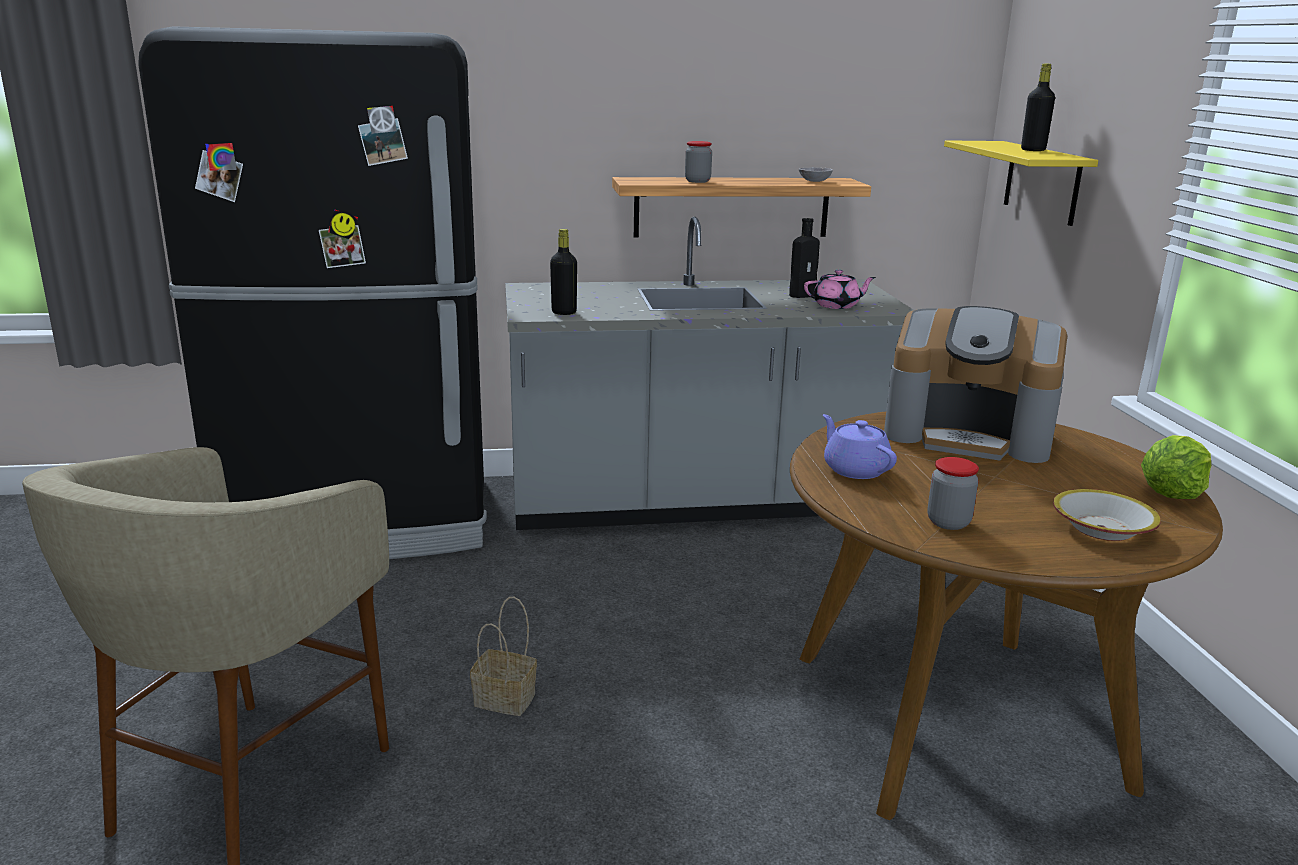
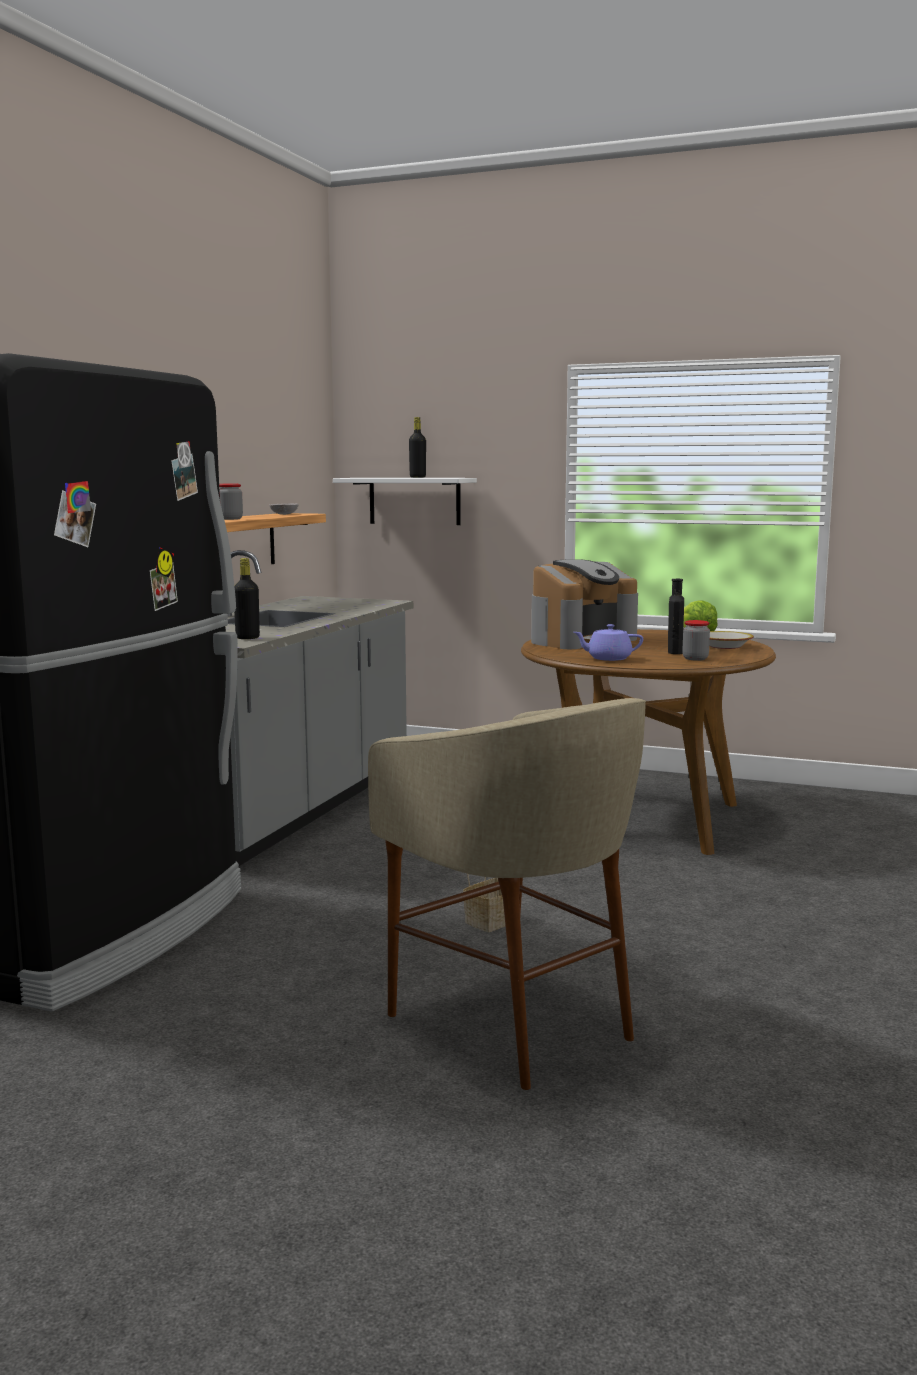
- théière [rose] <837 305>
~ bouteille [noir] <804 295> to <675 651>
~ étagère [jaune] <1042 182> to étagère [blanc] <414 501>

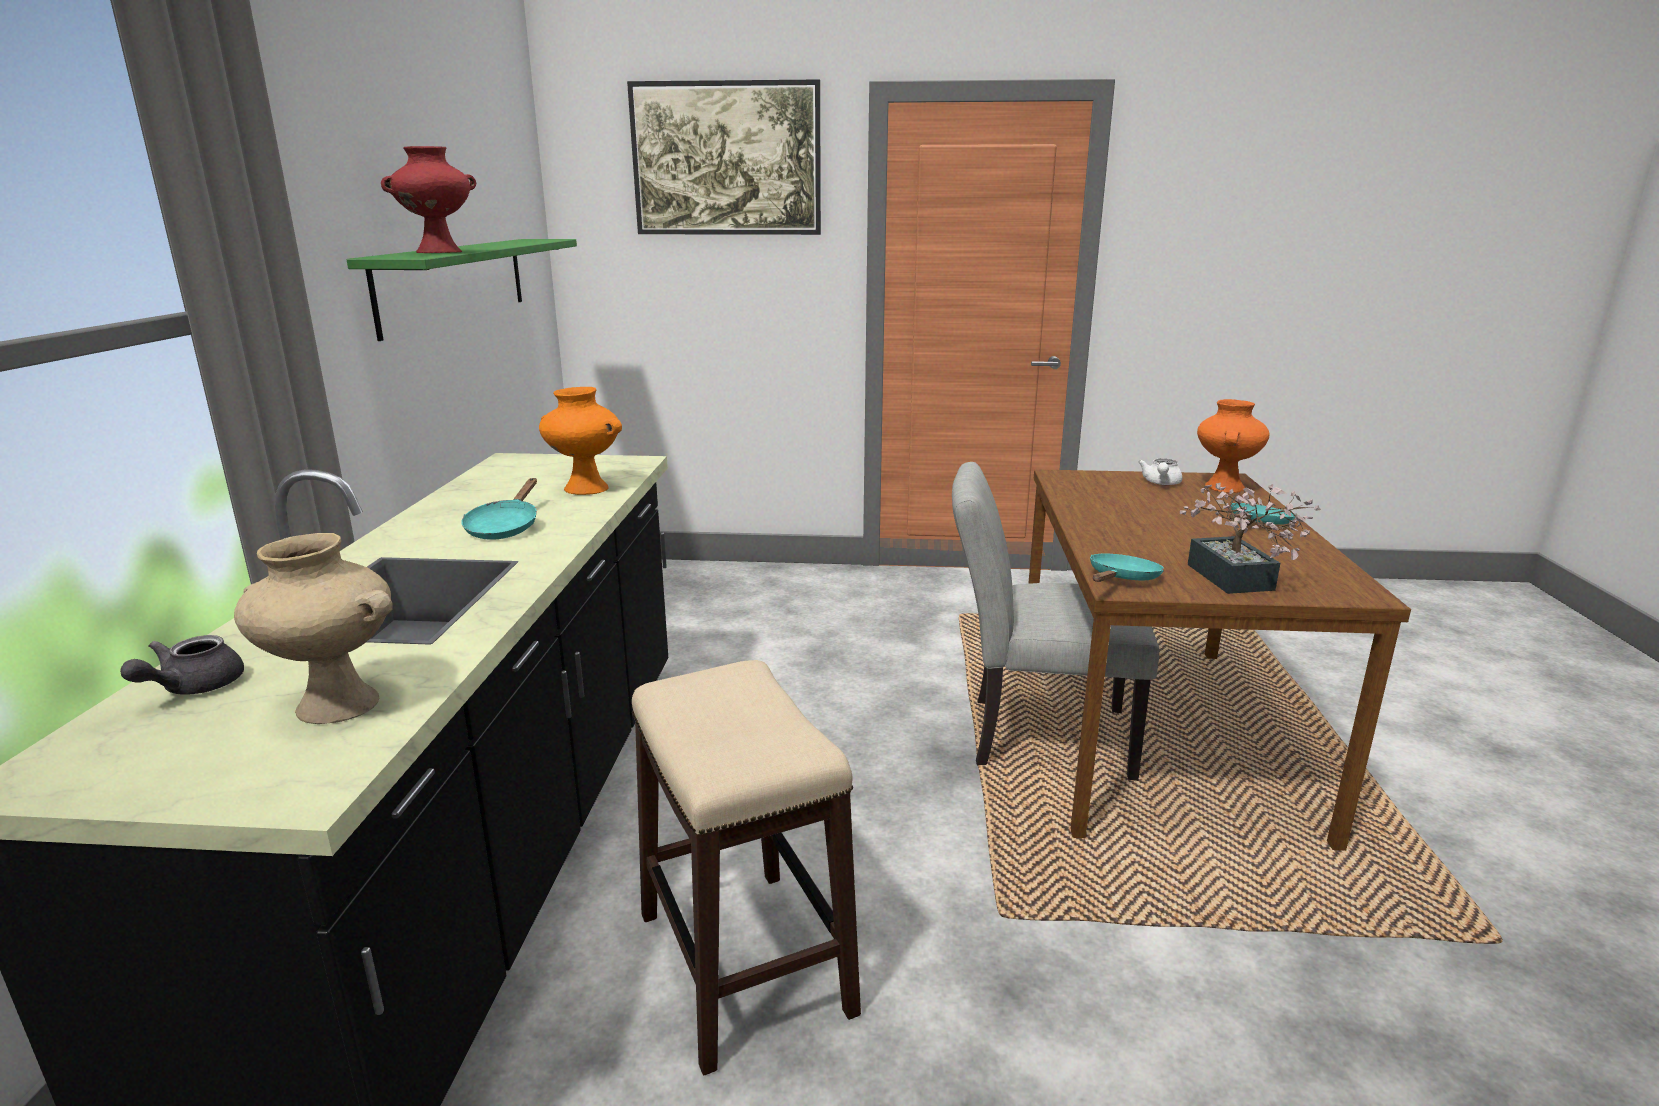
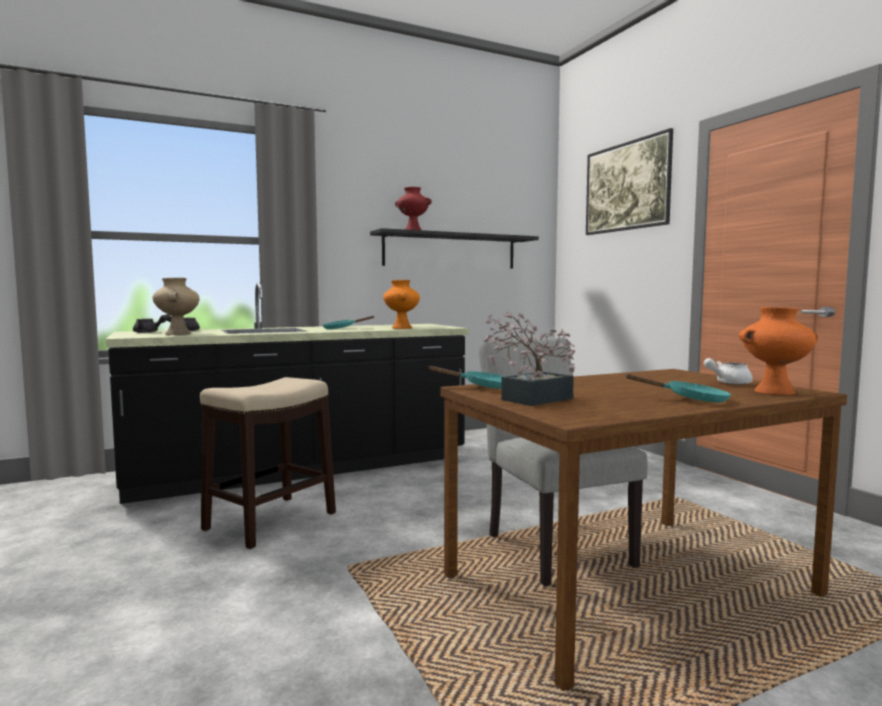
+ théière [gris] <148 332>
~ étagère [vert] <455 283> to étagère [noir] <450 251>

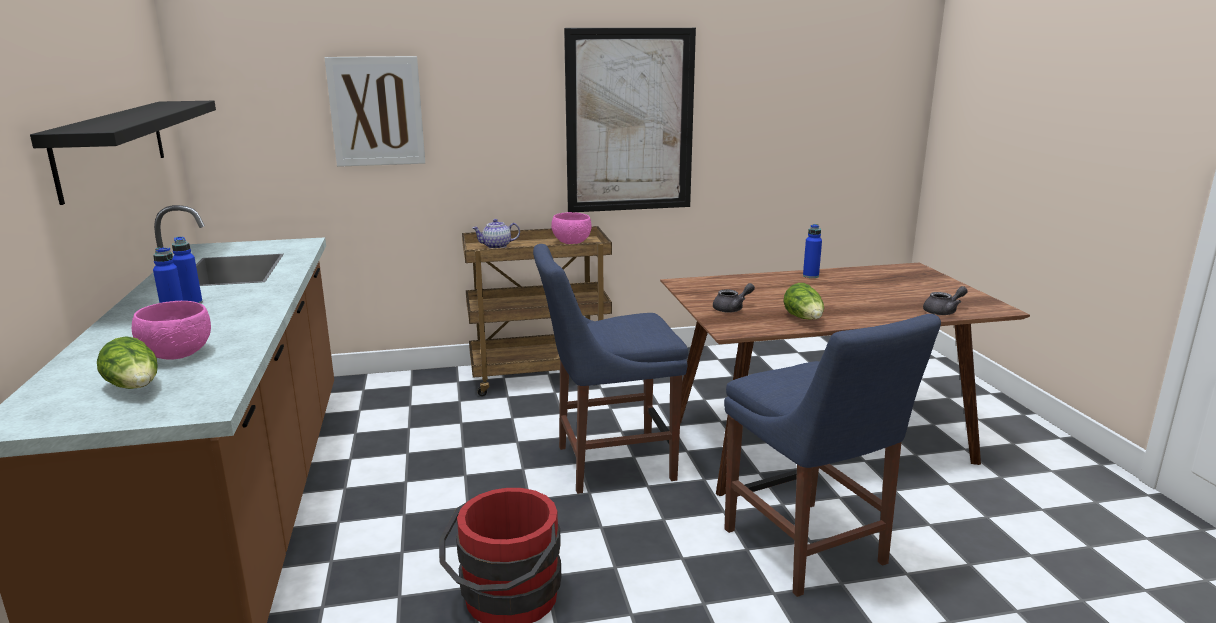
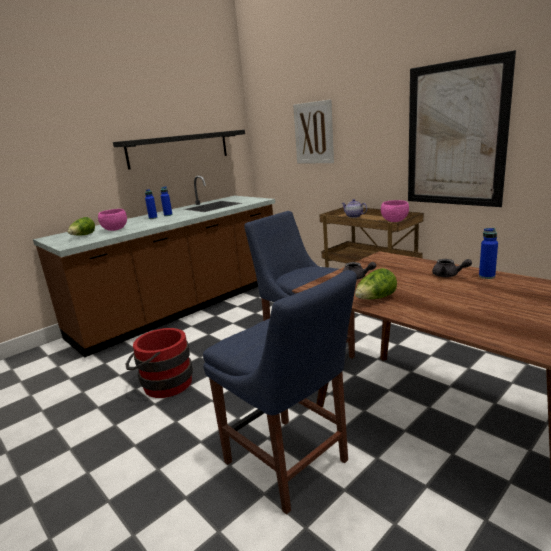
~ théière [gris] <943 312> to <448 275>
~ chaise [bleu] <808 550> = <289 465> 75 degrees counterclockwise

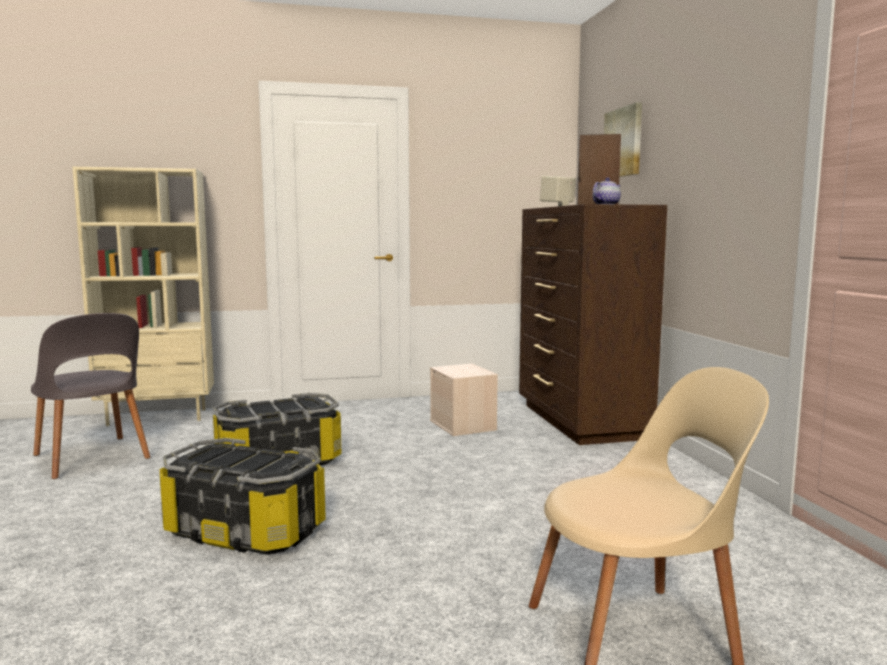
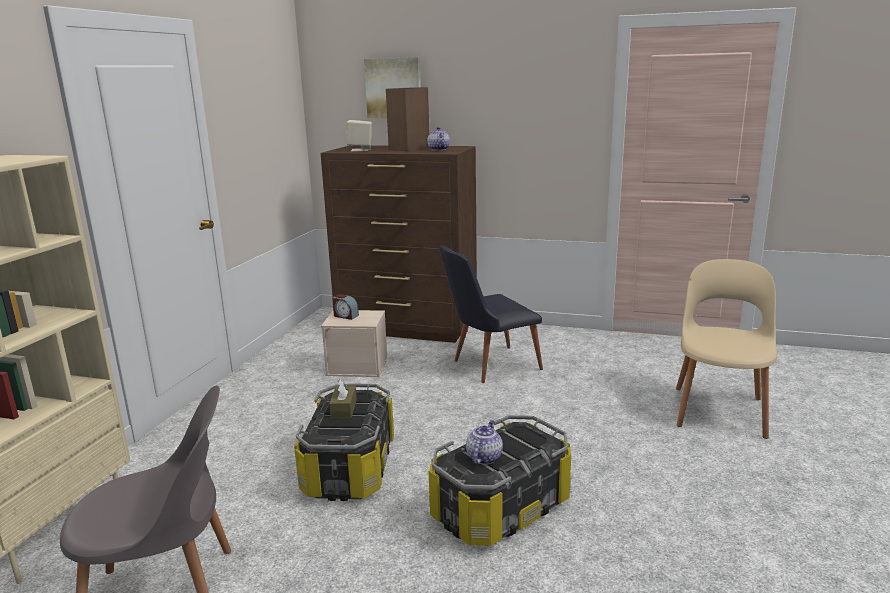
+ boîte à mouchoirs [marron] <344 409>
+ réveil <345 316>
+ chaise [noir] <488 366>
+ théière <484 457>

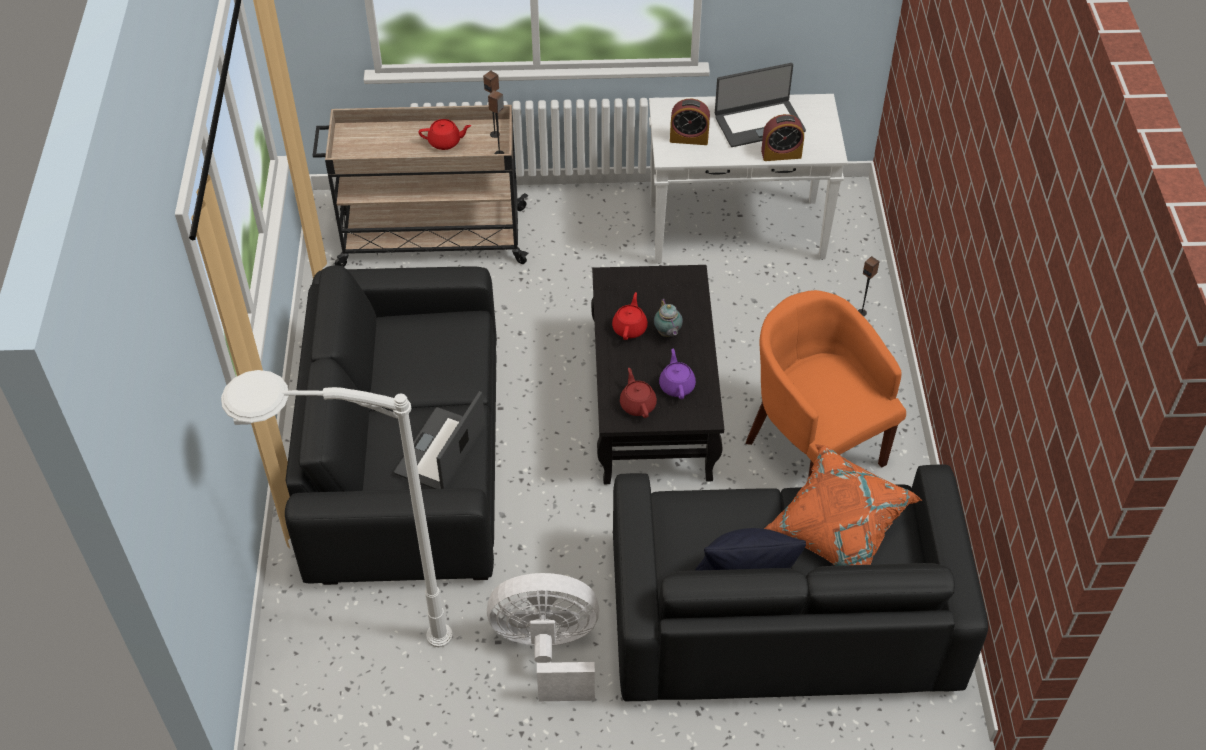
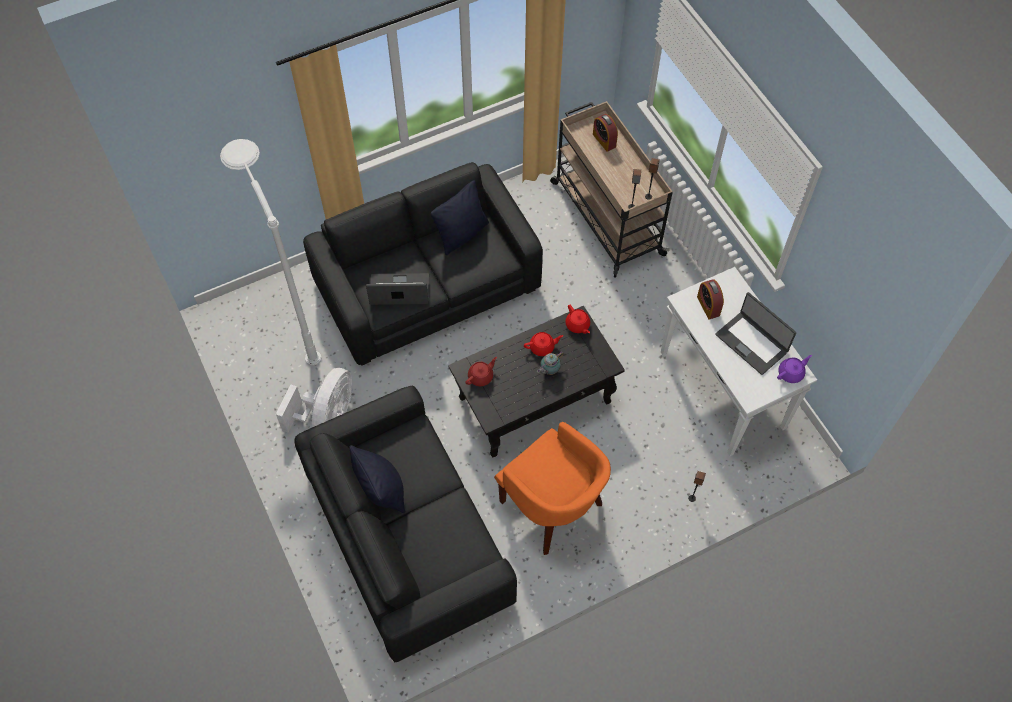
- coussin [orange] <836 530>
+ coussin [noir] <462 234>
~ théière [rouge] <445 142> to <577 325>
~ théière [violet] <677 385> to <791 373>
~ réveil <781 154> to <604 140>
~ ventilateur [blanc] <548 651> = <327 417> 45 degrees clockwise
~ fauteuil [orange] <813 446> = <553 508> 105 degrees clockwise

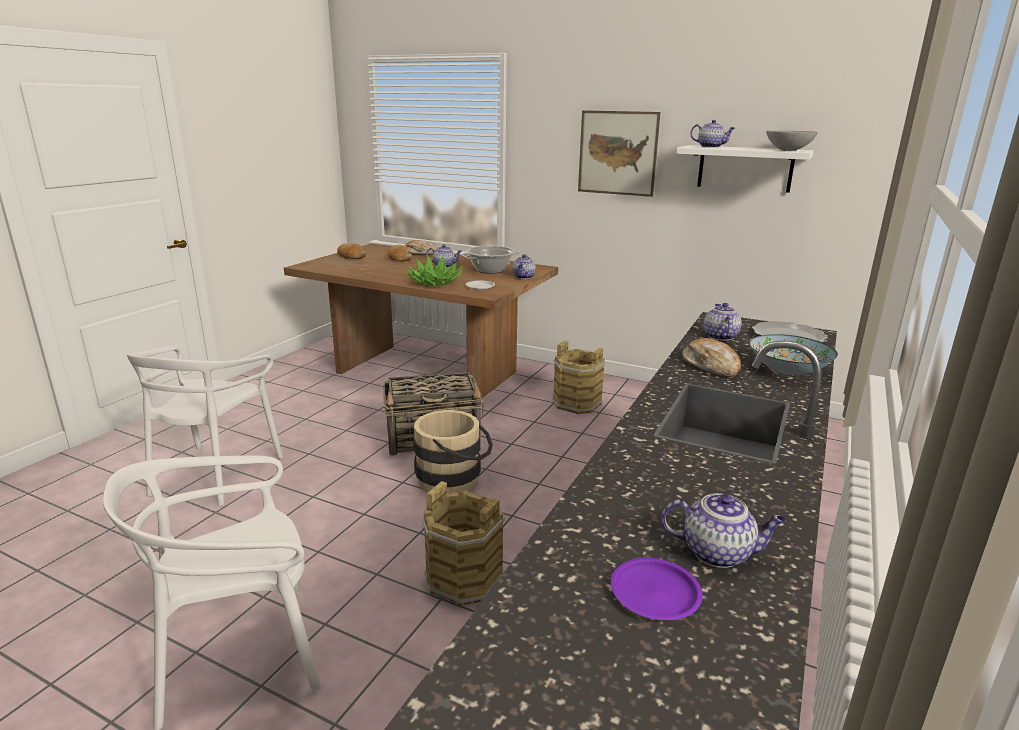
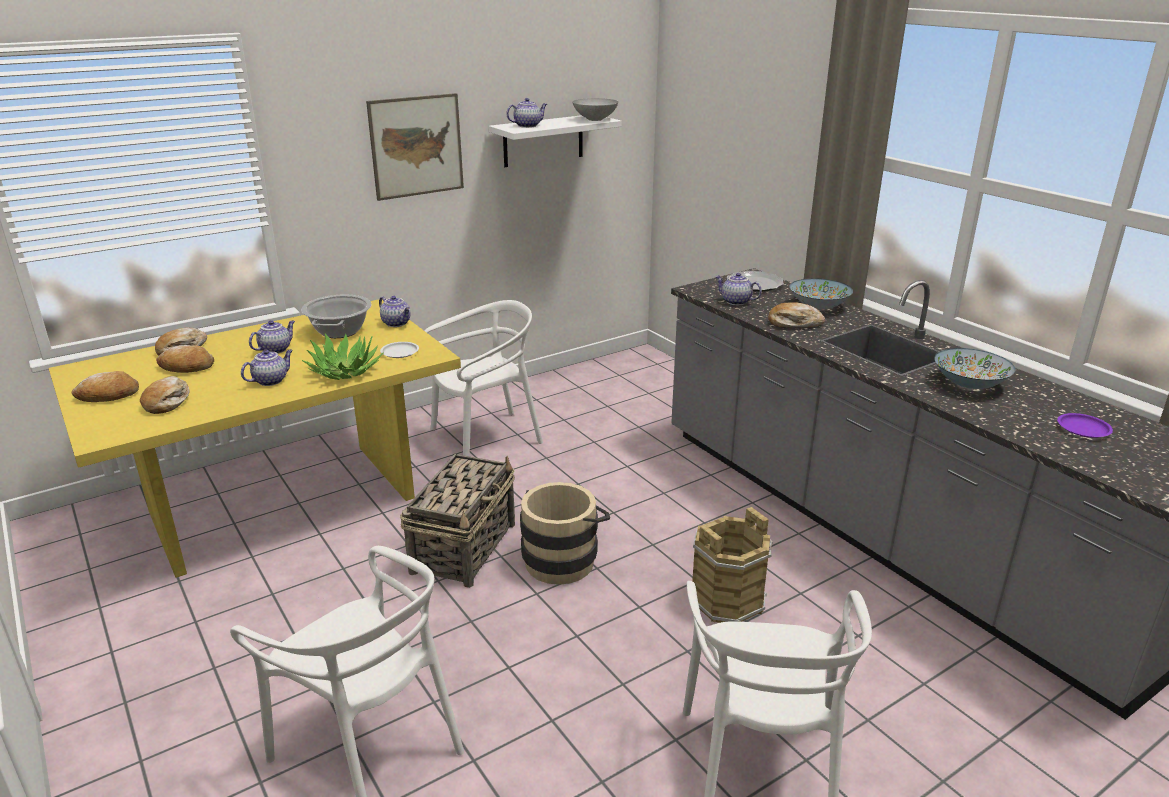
+ pain <167 402>
+ bol <969 384>
~ théière <718 552> to <271 380>
~ seau [marron] <576 403> to chaise [blanc] <486 439>
~ table à manger [marron] <427 372> to table à manger [jaune] <283 503>

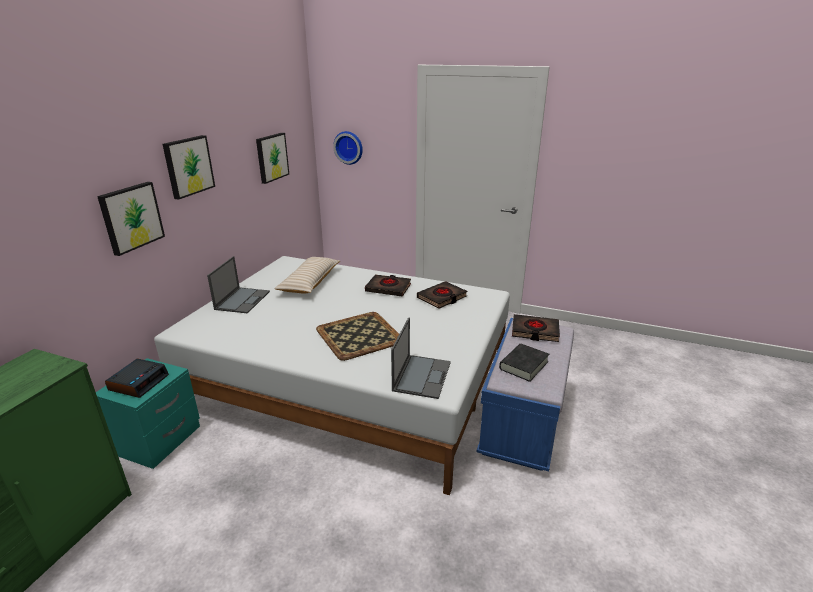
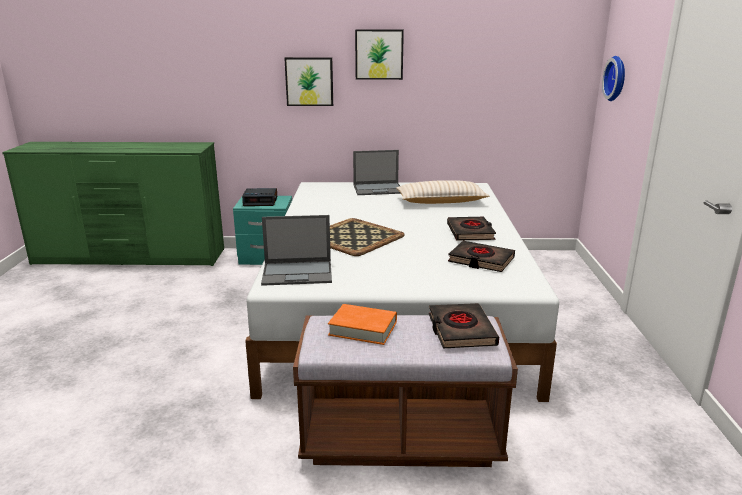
- tableau <271 157>
~ banc [bleu] <522 422> to banc [marron] <400 438>
~ livre [noir] <523 365> to livre [orange] <363 329>

